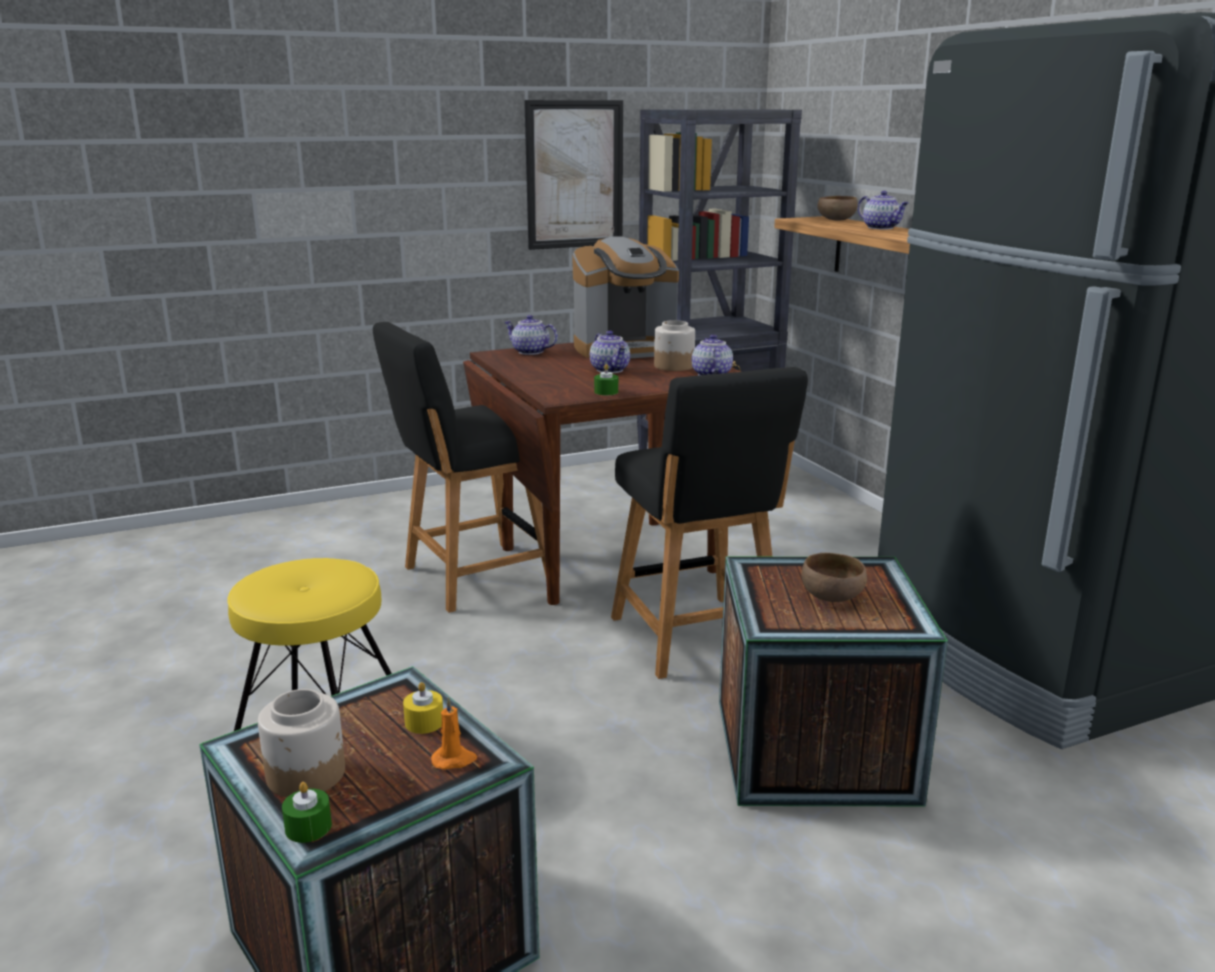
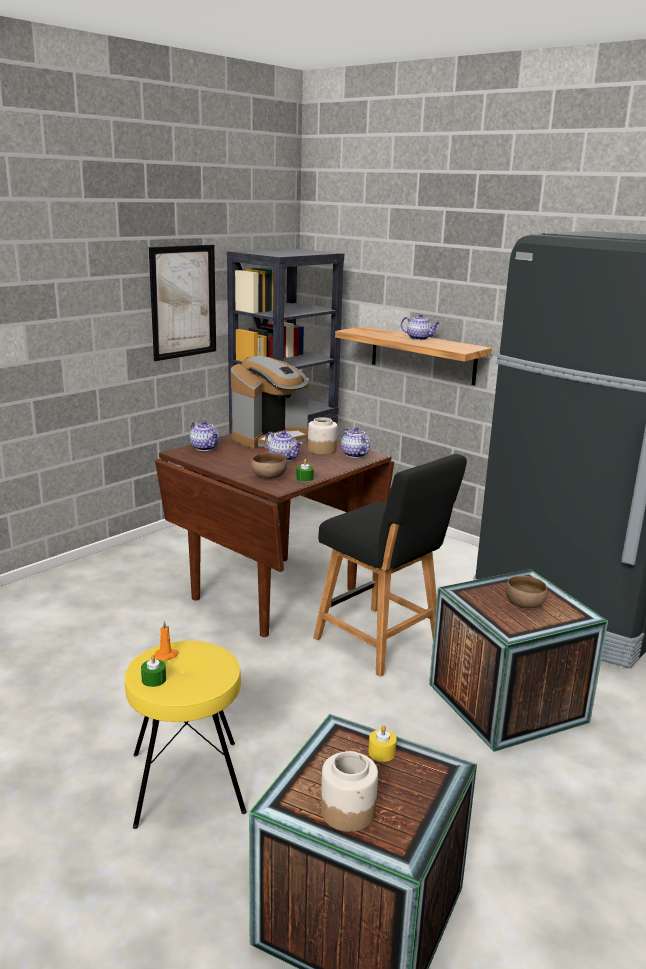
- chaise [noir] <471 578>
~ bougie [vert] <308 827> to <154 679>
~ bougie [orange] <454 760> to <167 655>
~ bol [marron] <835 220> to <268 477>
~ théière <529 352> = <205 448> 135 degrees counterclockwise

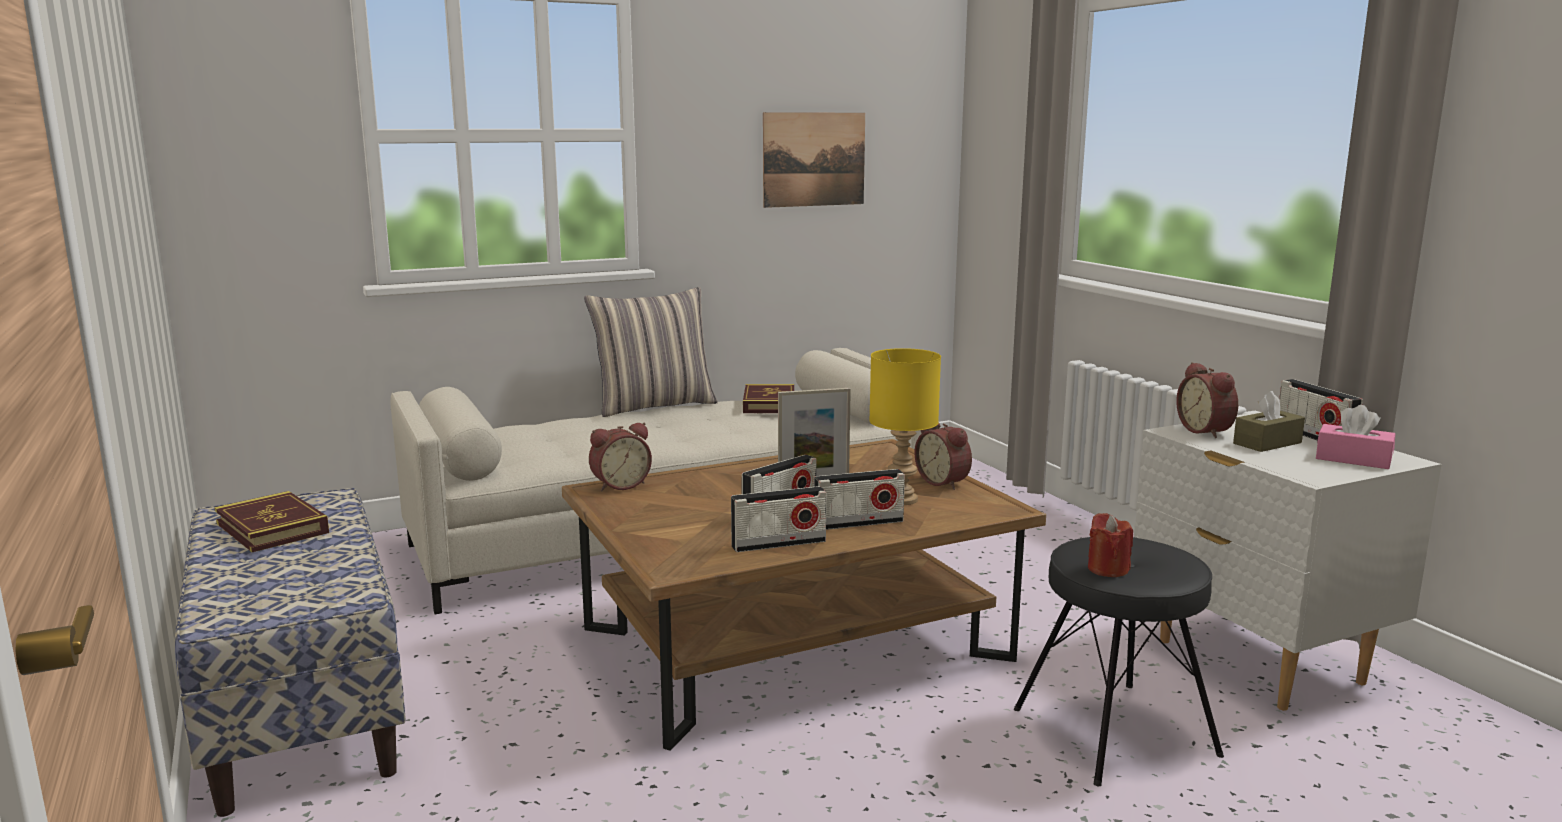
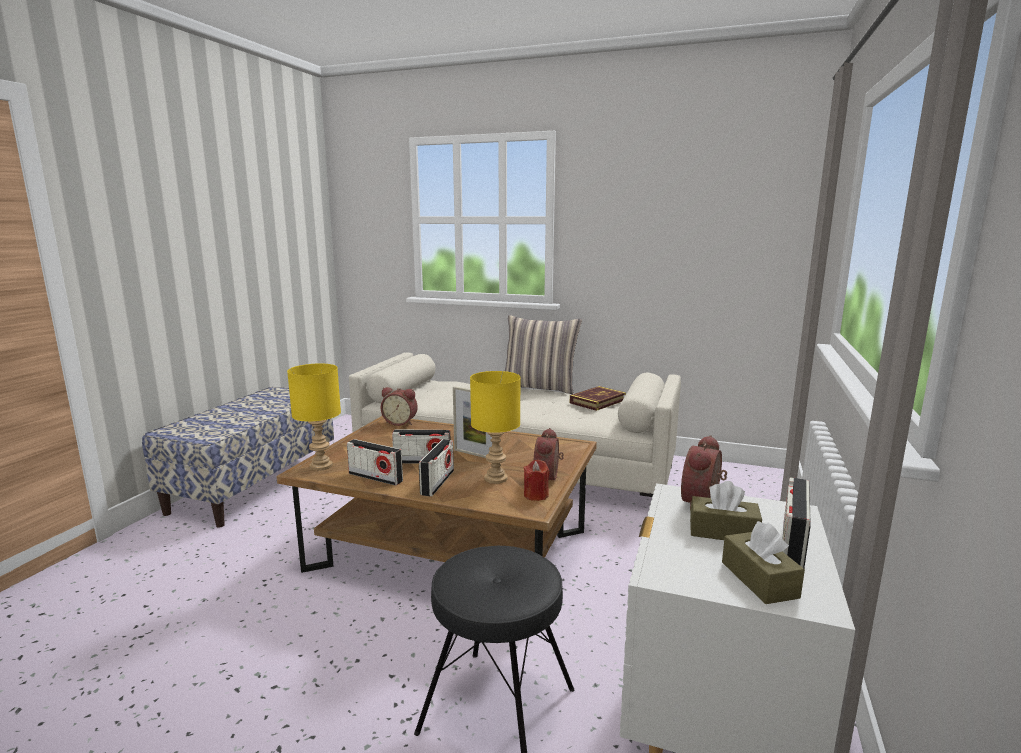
- livre <272 528>
- tableau <814 159>
+ lampe de table [jaune] <321 466>
~ bougie [rouge] <1107 569> to <536 495>
~ boîte à mouchoirs [rose] <1353 459> to boîte à mouchoirs [marron] <759 579>
~ radio <858 523> = <437 482> 105 degrees counterclockwise

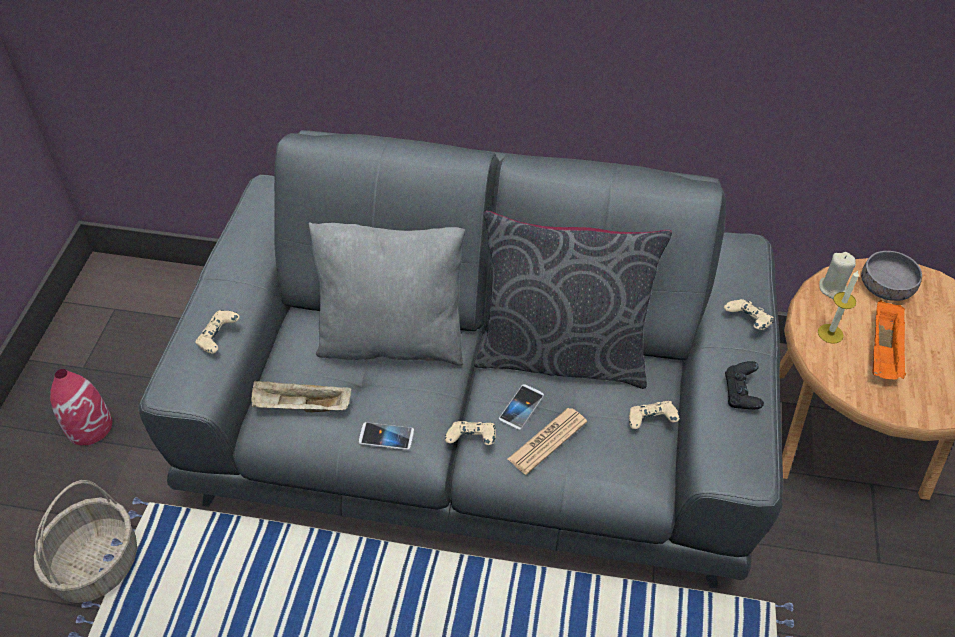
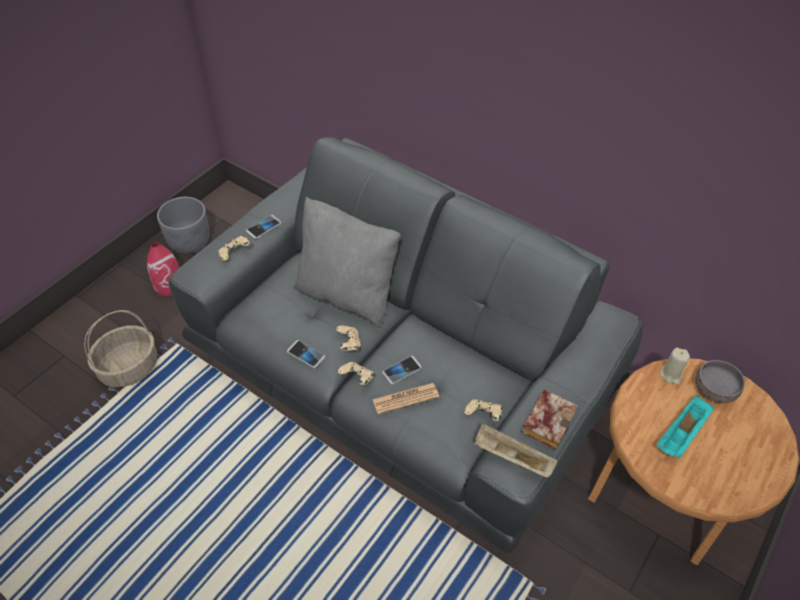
- coussin [gris] <562 354>
- bougie <830 333>
+ cache-pot [gris] <189 241>
+ téléphone <263 227>
~ plateau [beige] <301 407> to <511 458>
~ manette [beige] <747 323> to <349 344>
~ manette [noir] <741 394> to livre <547 419>
~ plateau [orange] <884 352> to plateau [turquoise] <681 434>

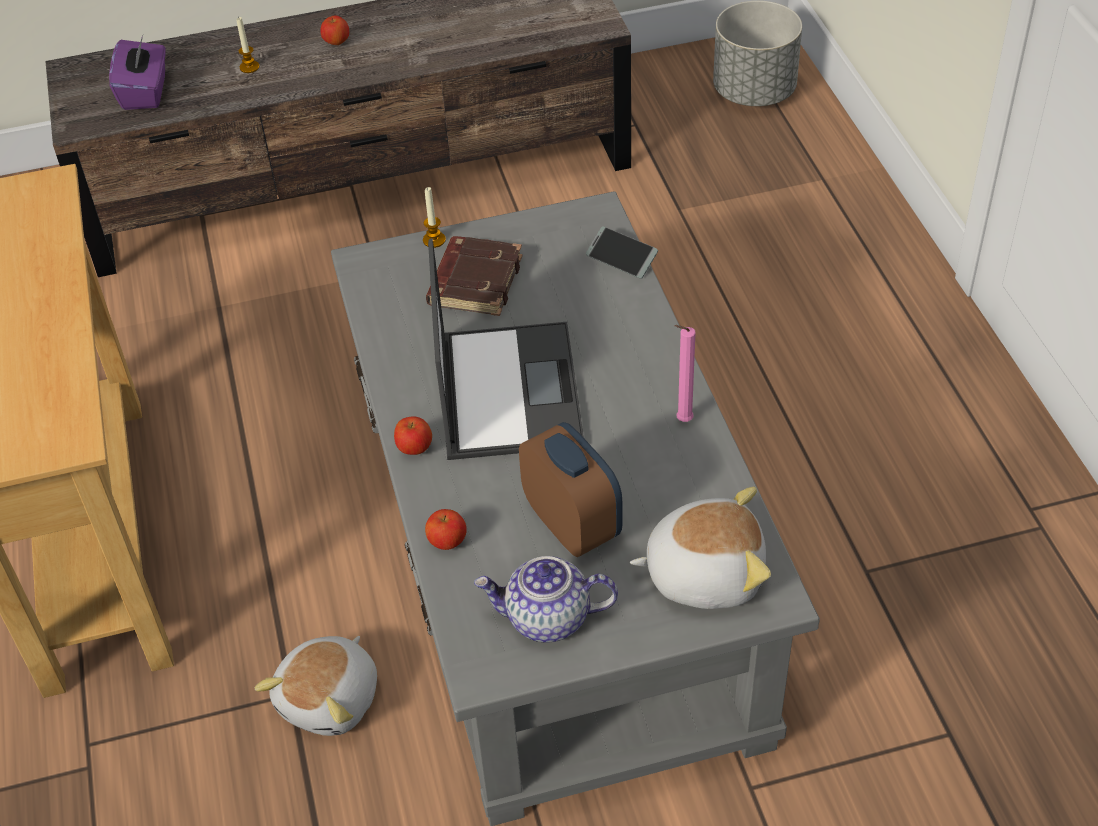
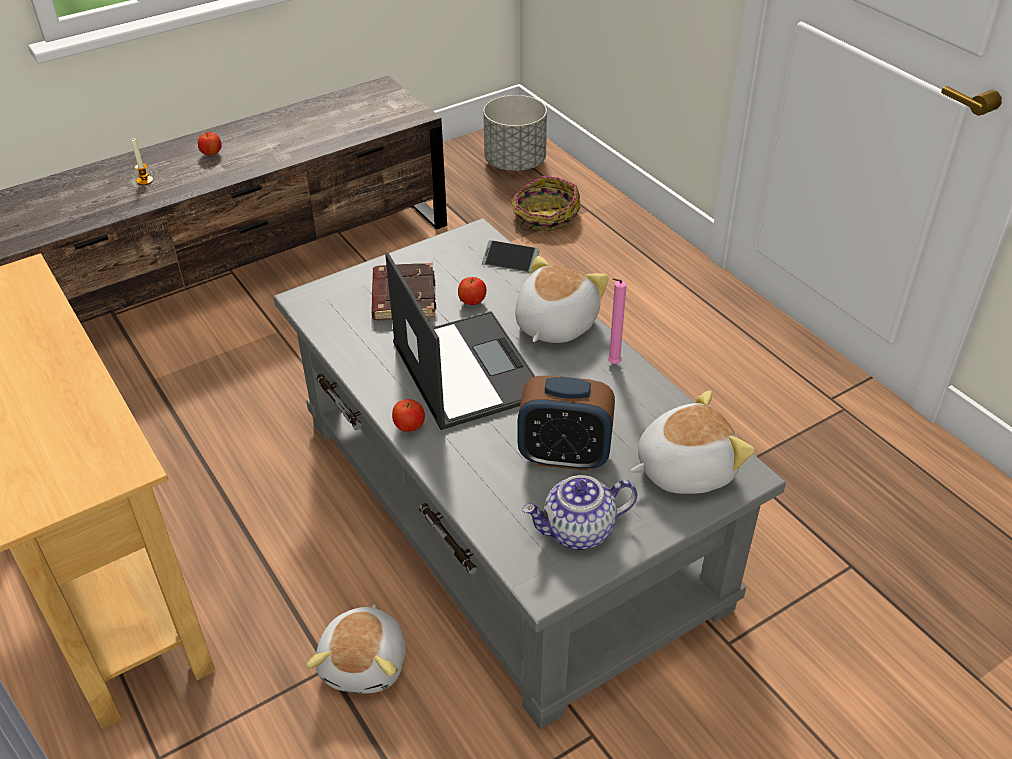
- boîte à mouchoirs [violet] <145 92>
- bougie <434 240>
+ panier <545 216>
+ peluche <554 324>
~ pomme <447 542> to <472 302>
~ réveil <572 524> = <564 456> 150 degrees clockwise

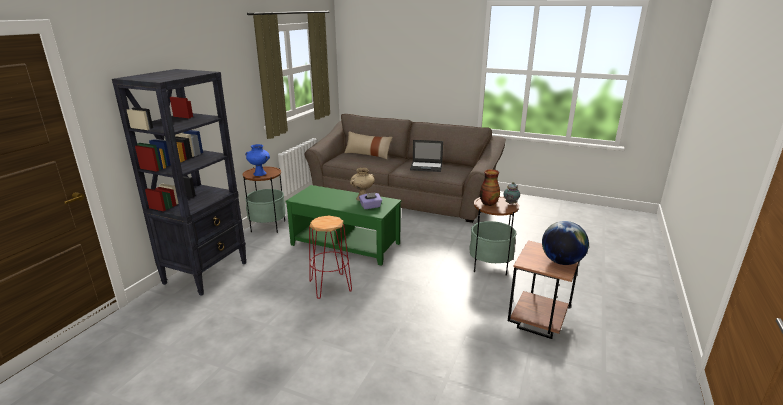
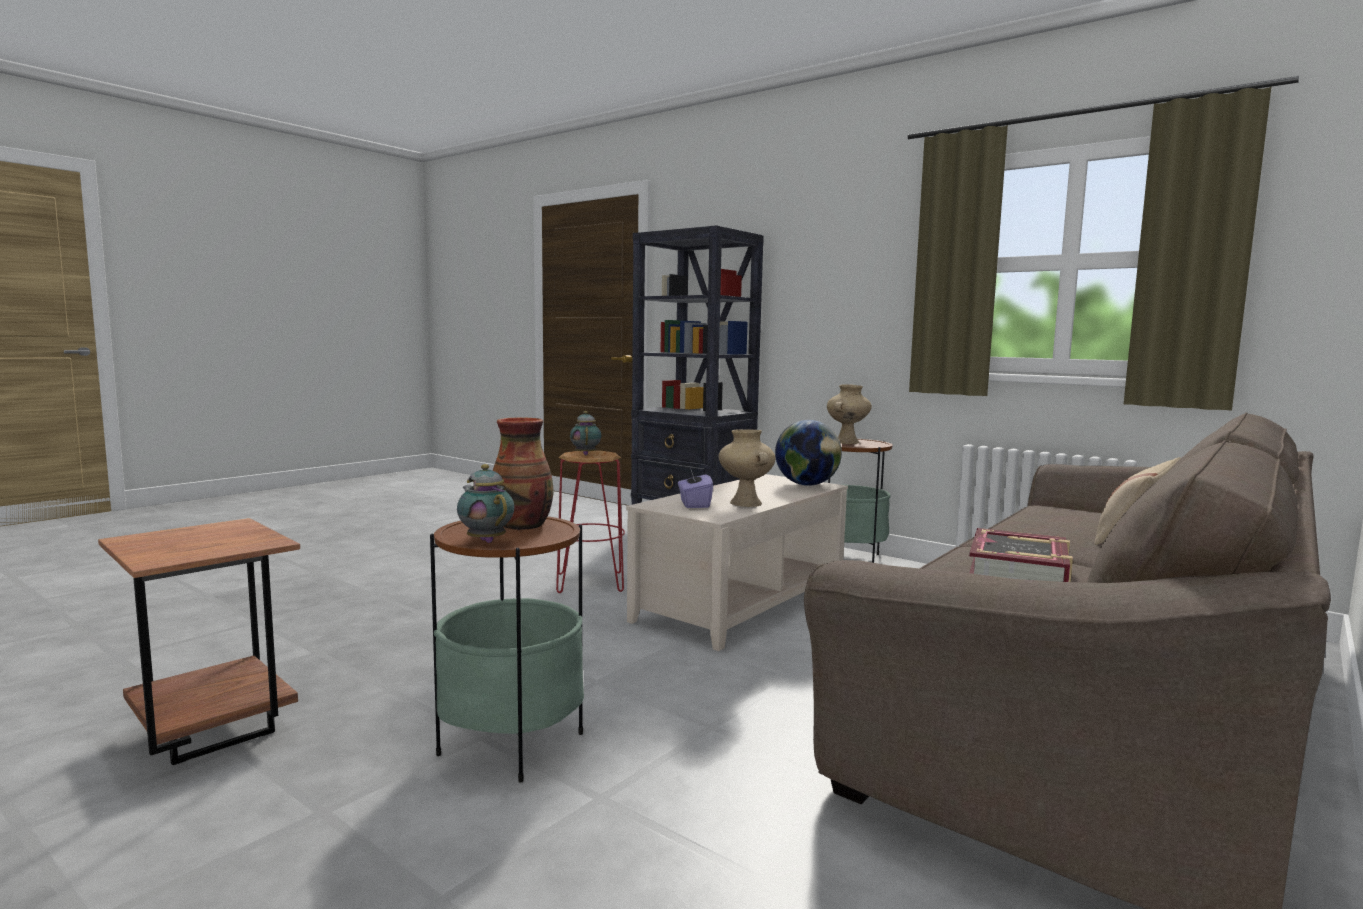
+ théière <585 454>
~ globe <561 261> to <806 484>
~ ordinateur portable <426 167> to livre <1019 573>
~ vase [bleu] <260 174> to vase [beige] <847 442>
~ table basse [vert] <345 244> to table basse [beige] <742 603>

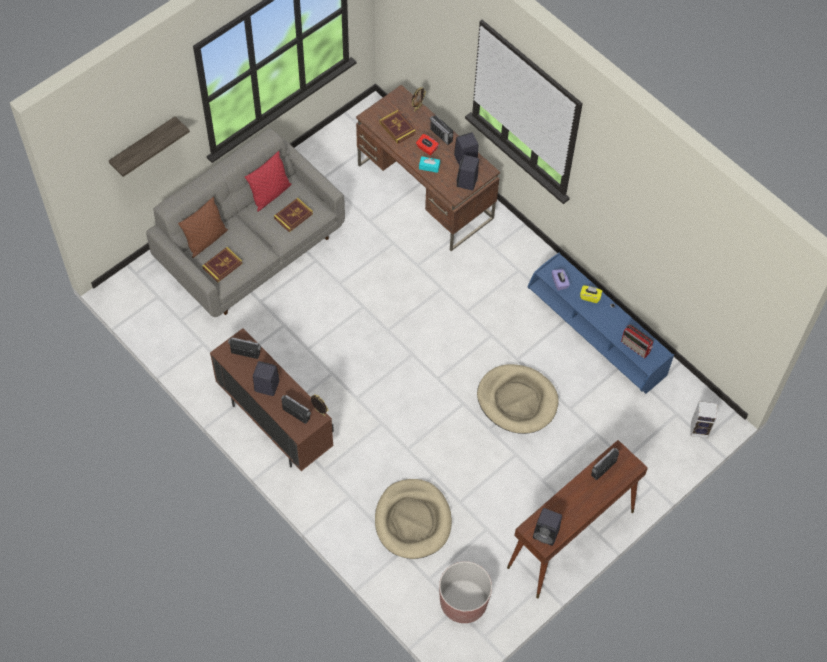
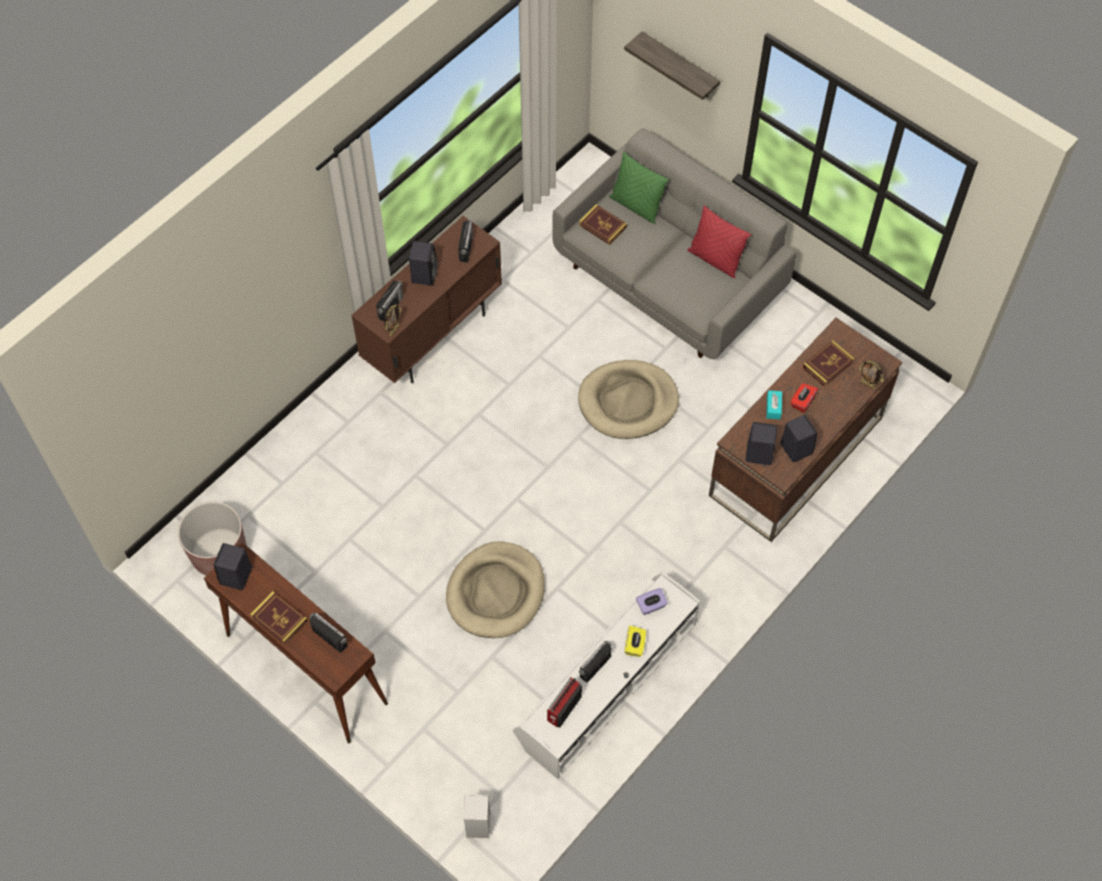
~ livre <293 216> to <279 619>
~ panier pour chien [beige] <413 520> to <628 402>
~ radio <441 135> to <595 667>
~ coussin [marron] <206 240> to coussin [vert] <636 206>
~ meuble télé [bleu] <595 336> to meuble télé [blanc] <606 682>

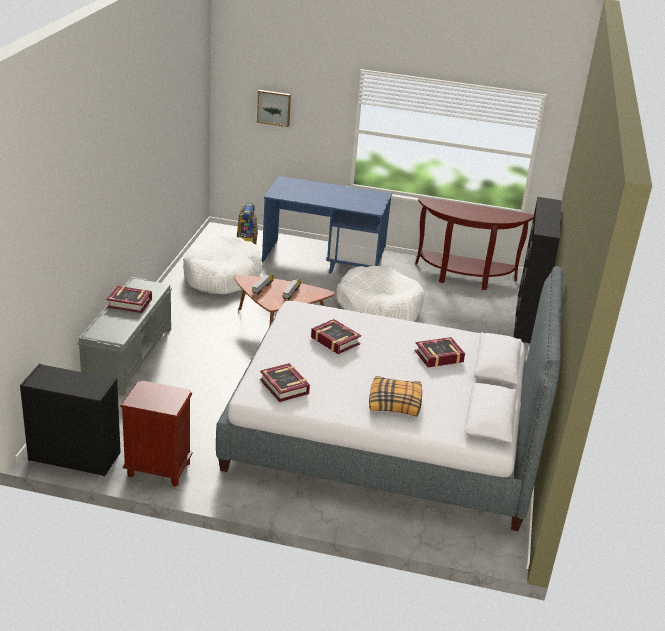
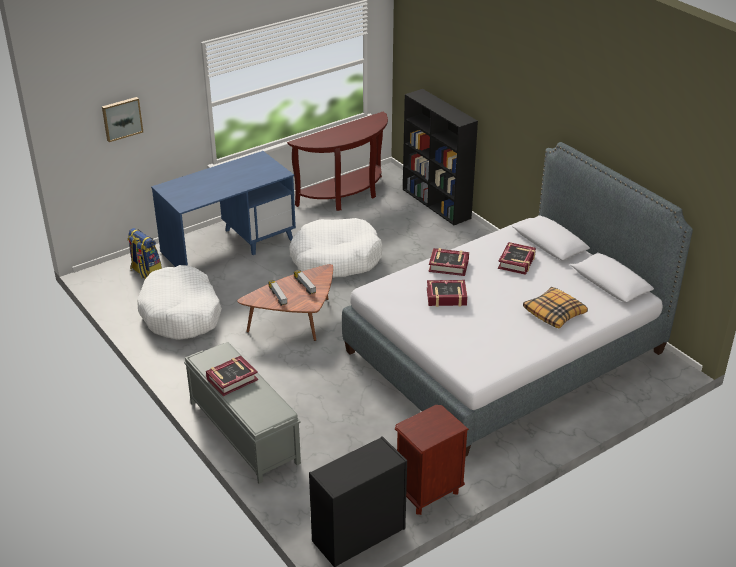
~ livre <284 386> to <448 265>

